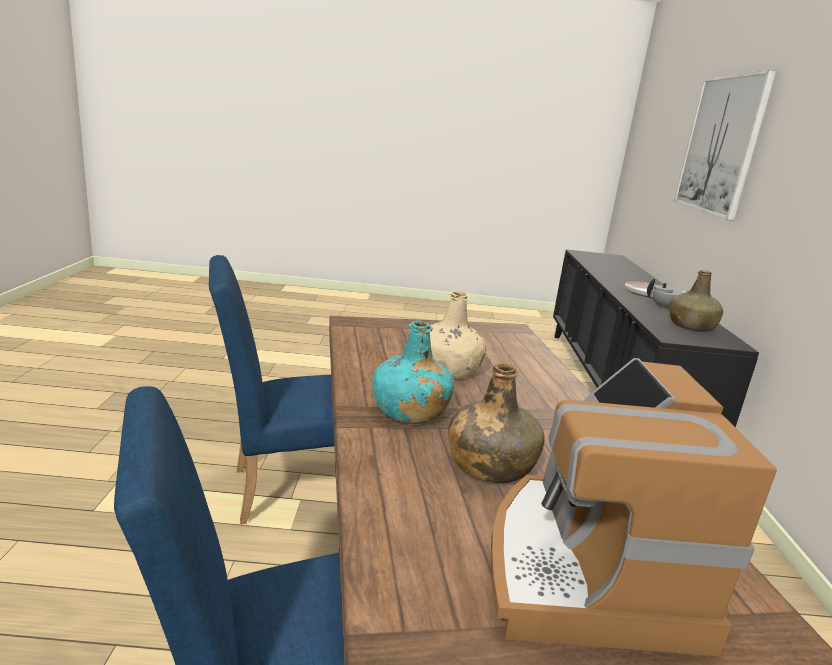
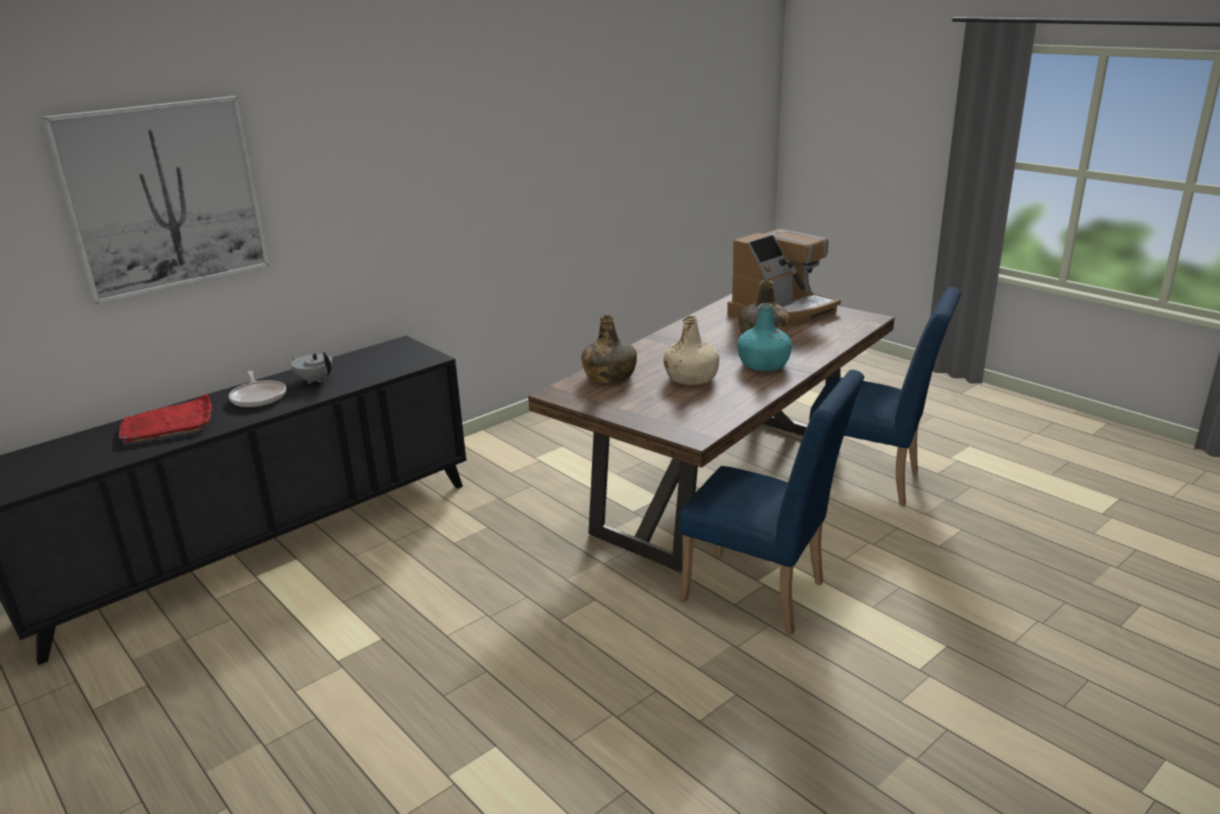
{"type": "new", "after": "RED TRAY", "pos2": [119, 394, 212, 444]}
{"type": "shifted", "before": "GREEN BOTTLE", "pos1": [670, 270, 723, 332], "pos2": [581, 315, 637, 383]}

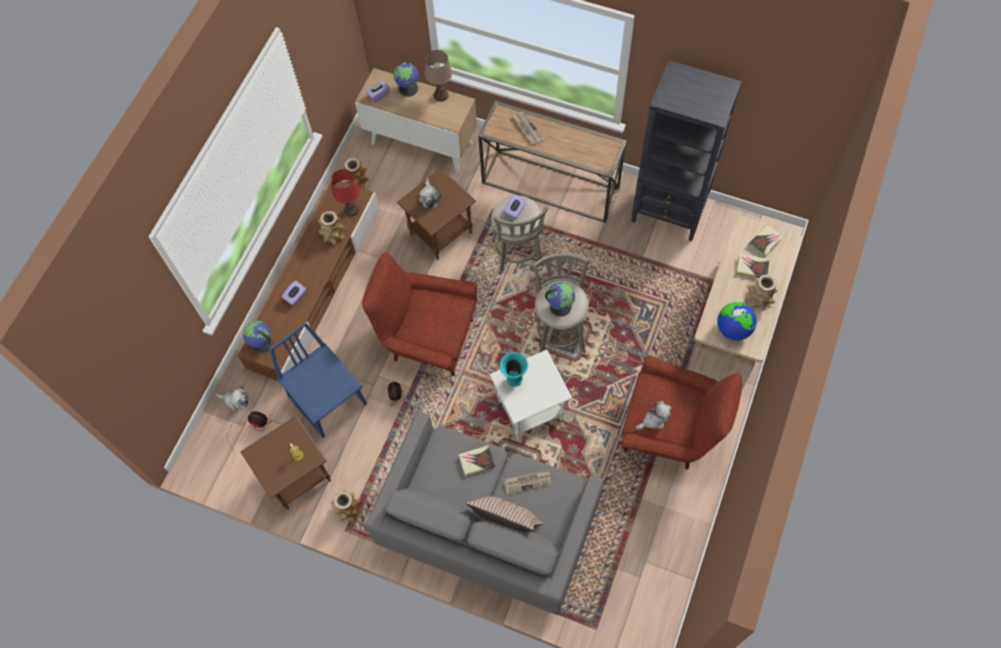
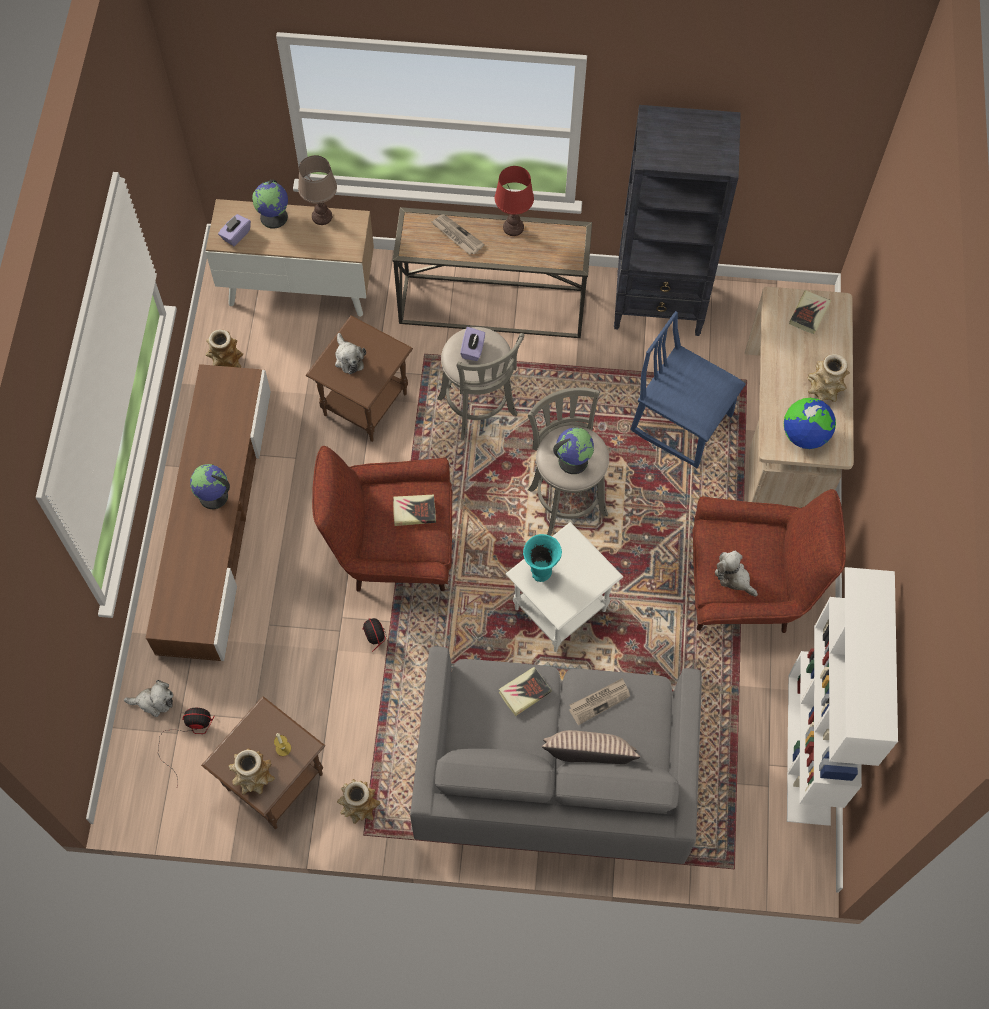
{"type": "gone", "before": "PURPLE TISSUE BOX", "pos1": [281, 280, 306, 306]}
{"type": "new", "after": "WHITE BOOKCASE", "pos2": [787, 567, 898, 826]}
{"type": "shifted", "before": "GLOBE", "pos1": [243, 321, 273, 353], "pos2": [190, 464, 230, 509]}
{"type": "shifted", "before": "BLUE CHAIR", "pos1": [270, 322, 367, 438], "pos2": [630, 311, 746, 468]}
{"type": "shifted", "before": "VASE", "pos1": [318, 211, 346, 245], "pos2": [228, 748, 275, 795]}
{"type": "shifted", "before": "RED TABLE LAMP", "pos1": [331, 169, 360, 216], "pos2": [495, 166, 534, 236]}
{"type": "shifted", "before": "BOOK", "pos1": [736, 254, 770, 278], "pos2": [393, 495, 436, 526]}
{"type": "rotated", "before": "PLUSH TOY", "pos1": [635, 401, 671, 430], "pos2": [715, 551, 758, 597], "turn": -90}

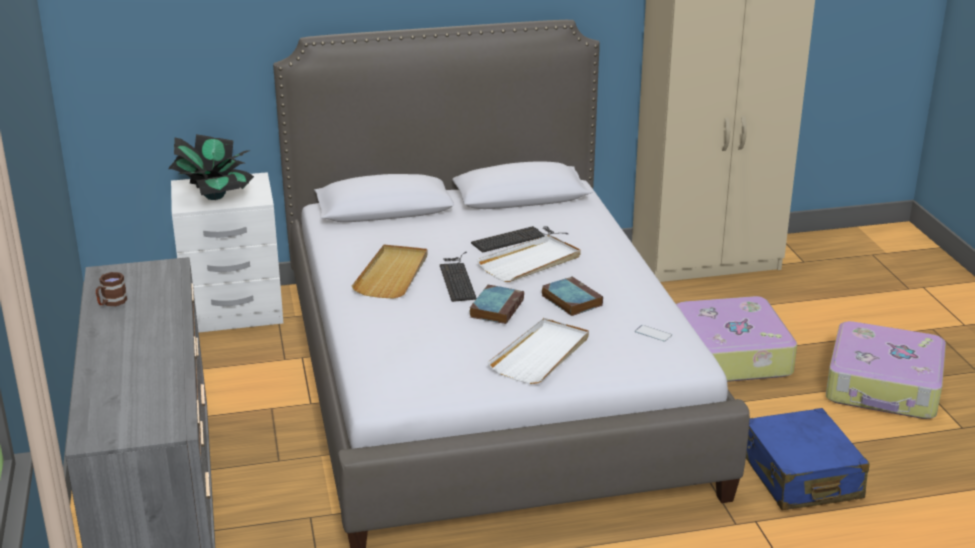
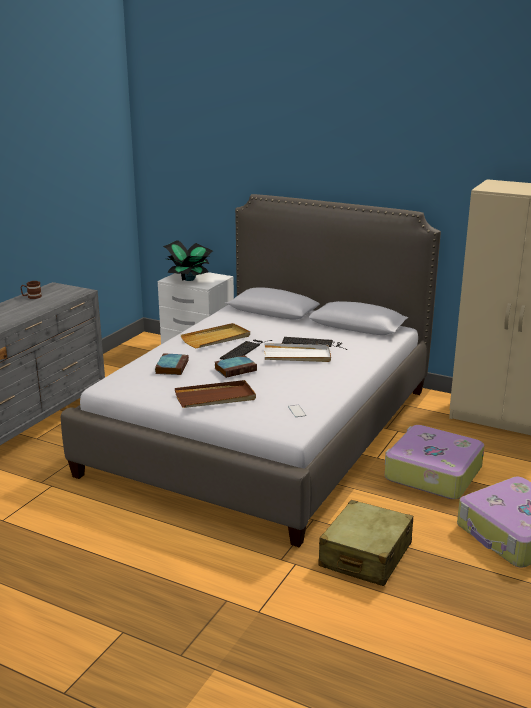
{"type": "shifted", "before": "BOOK", "pos1": [542, 276, 603, 316], "pos2": [155, 353, 189, 375]}
{"type": "repainted", "before": "WHITE TRAY", "after": "BROWN TRAY", "pos1": [488, 318, 589, 384], "pos2": [175, 380, 256, 408]}
{"type": "repainted", "before": "BLUE SUITCASE", "after": "BEIGE SUITCASE", "pos1": [746, 408, 870, 510], "pos2": [318, 500, 413, 586]}

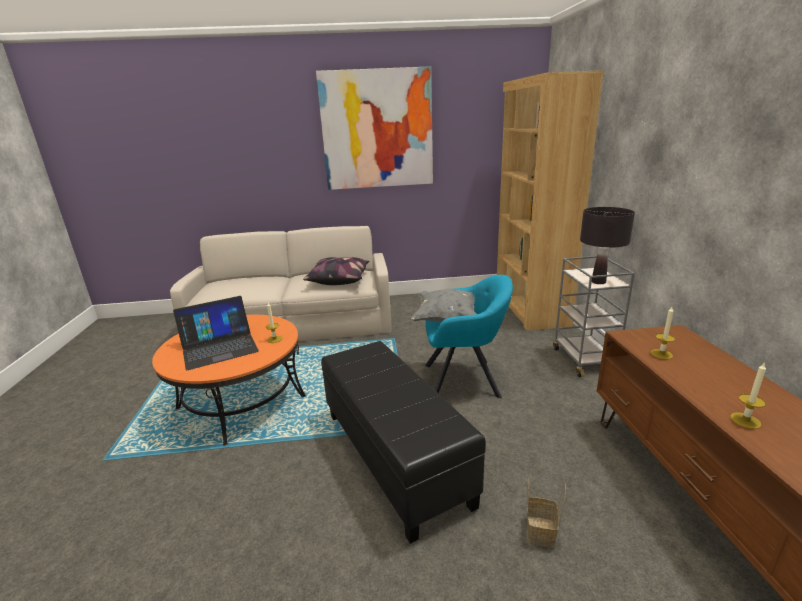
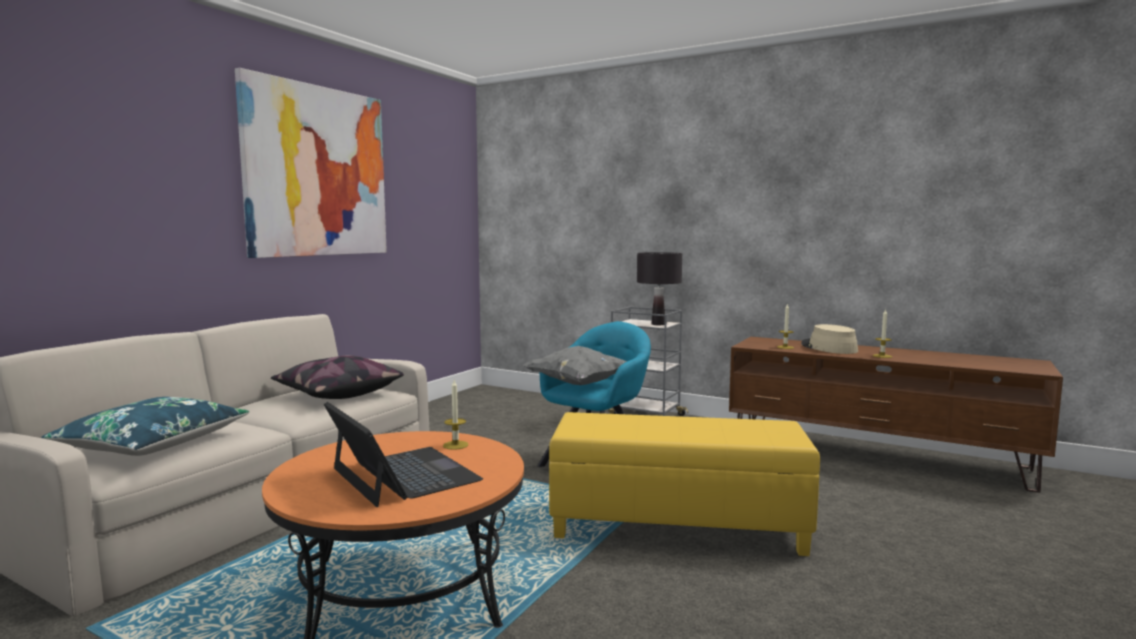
{"type": "gone", "before": "BROWN BOOKCASE", "pos1": [497, 70, 604, 331]}
{"type": "gone", "before": "BASKET", "pos1": [527, 478, 566, 548]}
{"type": "new", "after": "BLUE PILLOW", "pos2": [41, 397, 250, 456]}
{"type": "new", "after": "BEIGE HAT", "pos2": [801, 324, 858, 354]}
{"type": "repainted", "before": "BLACK OTTOMAN", "after": "YELLOW OTTOMAN", "pos1": [321, 341, 486, 544], "pos2": [549, 412, 820, 556]}
{"type": "rotated", "before": "LAPTOP", "pos1": [173, 296, 259, 371], "pos2": [324, 402, 483, 507], "turn": -45}

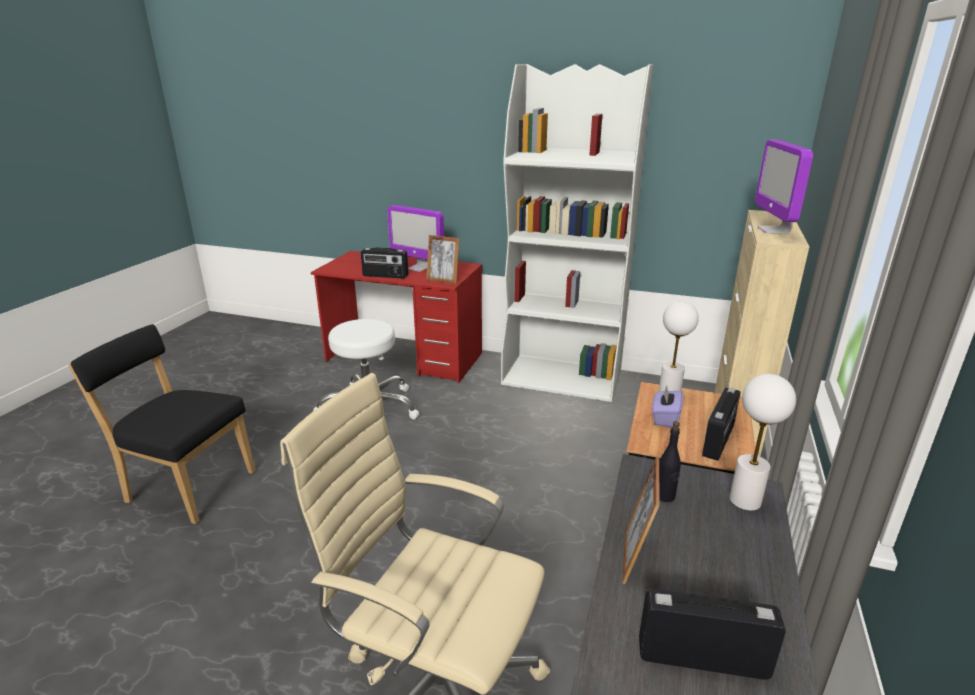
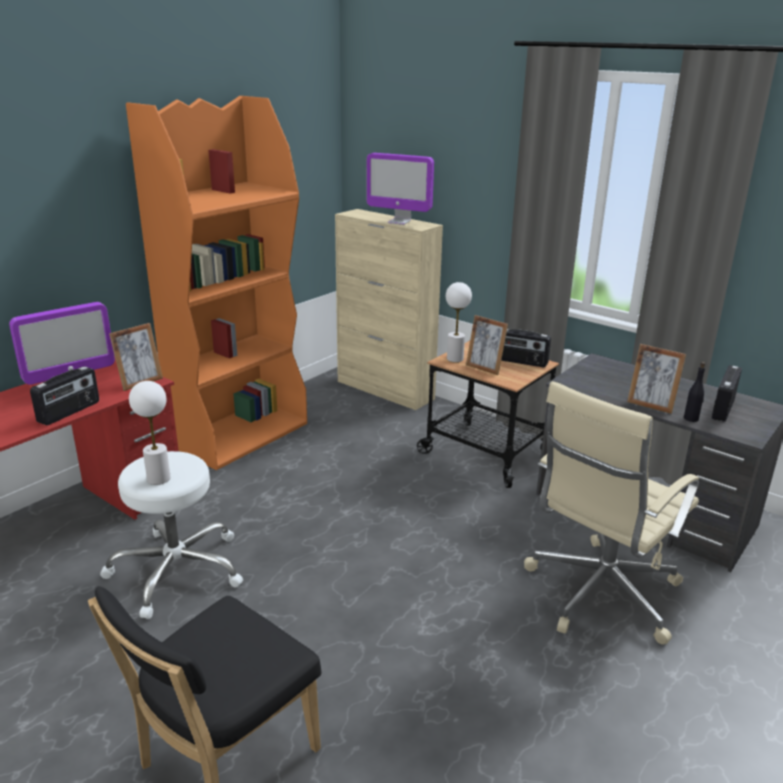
{"type": "shifted", "before": "BLACK BOTTLE", "pos1": [659, 421, 681, 502], "pos2": [684, 362, 705, 422]}
{"type": "shifted", "before": "WHITE TABLE LAMP", "pos1": [730, 374, 796, 511], "pos2": [129, 381, 171, 485]}
{"type": "swapped", "before": "PURPLE TISSUE BOX", "after": "PICTURE FRAME", "pos1": [652, 384, 684, 428], "pos2": [466, 315, 508, 375]}
{"type": "repainted", "before": "WHITE BOOKCASE", "after": "ORANGE BOOKCASE", "pos1": [501, 64, 653, 402], "pos2": [126, 96, 307, 470]}
{"type": "rotated", "before": "RADIO", "pos1": [702, 387, 741, 461], "pos2": [501, 329, 551, 367], "turn": 150}

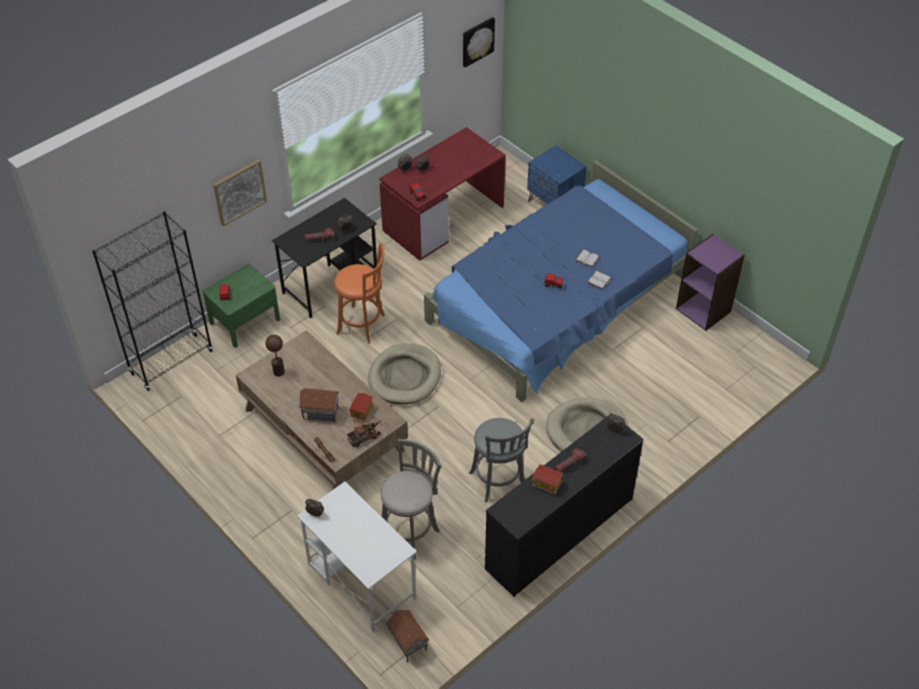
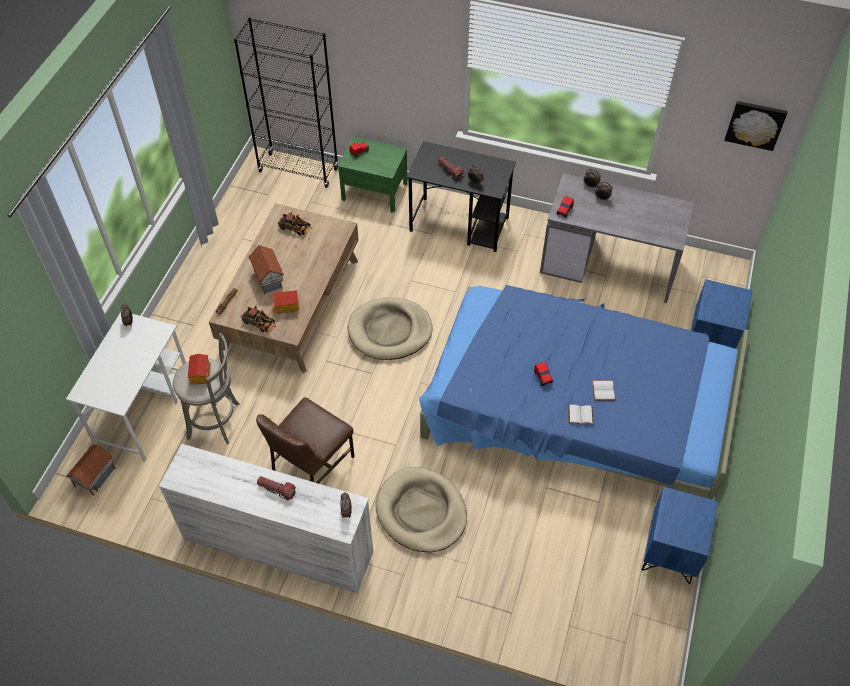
{"type": "gone", "before": "PICTURE", "pos1": [213, 159, 267, 227]}
{"type": "gone", "before": "ORANGE STOOL", "pos1": [334, 243, 385, 344]}
{"type": "shifted", "before": "TOY HOUSE", "pos1": [532, 464, 563, 494], "pos2": [188, 354, 211, 385]}
{"type": "swapped", "before": "BROWN TABLE LAMP", "after": "TOY TRUCK", "pos1": [265, 335, 285, 377], "pos2": [278, 212, 310, 236]}
{"type": "swapped", "before": "GREY STOOL", "after": "BROWN CHAIR", "pos1": [469, 418, 534, 503], "pos2": [256, 397, 355, 484]}
{"type": "swapped", "before": "PURPLE BOOKCASE", "after": "BLUE NIGHTSTAND", "pos1": [676, 234, 745, 331], "pos2": [642, 487, 718, 584]}
{"type": "repainted", "before": "RED DESK", "after": "GREY DESK", "pos1": [379, 127, 506, 261], "pos2": [540, 173, 694, 303]}
{"type": "repainted", "before": "BLACK DRESSER", "after": "WHITE DRESSER", "pos1": [485, 413, 644, 597], "pos2": [159, 444, 373, 594]}

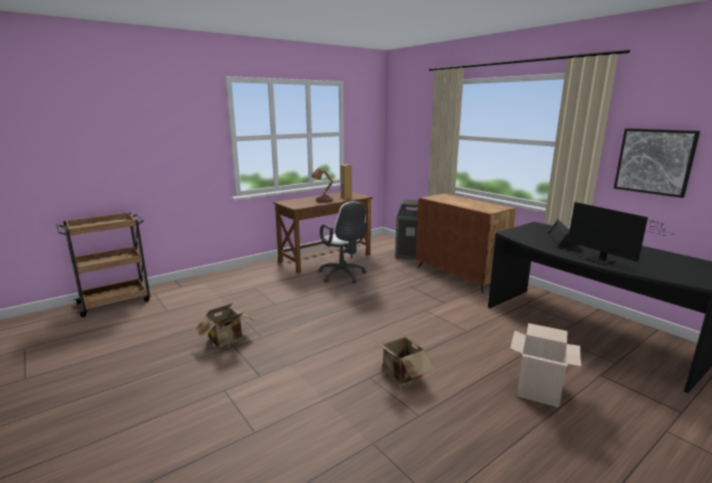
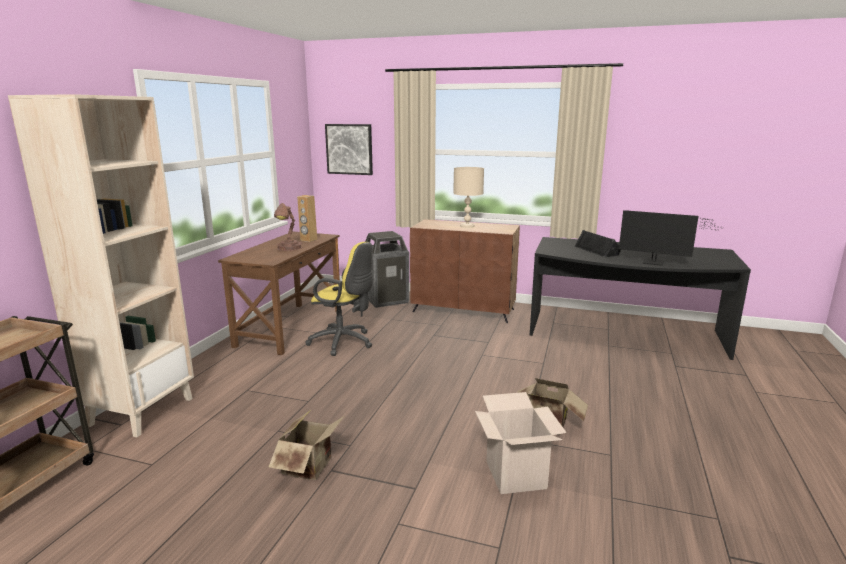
{"type": "new", "after": "BEIGE BOOKCASE", "pos2": [8, 94, 194, 437]}
{"type": "new", "after": "BEIGE TABLE LAMP", "pos2": [453, 167, 484, 228]}
{"type": "shifted", "before": "CARDBOARD BOX", "pos1": [510, 323, 581, 408], "pos2": [475, 392, 567, 494]}
{"type": "shifted", "before": "PICTURE", "pos1": [614, 128, 700, 198], "pos2": [325, 124, 373, 175]}
{"type": "repainted", "before": "WHITE OFFICE CHAIR", "after": "YELLOW OFFICE CHAIR", "pos1": [318, 202, 367, 283], "pos2": [305, 242, 373, 356]}

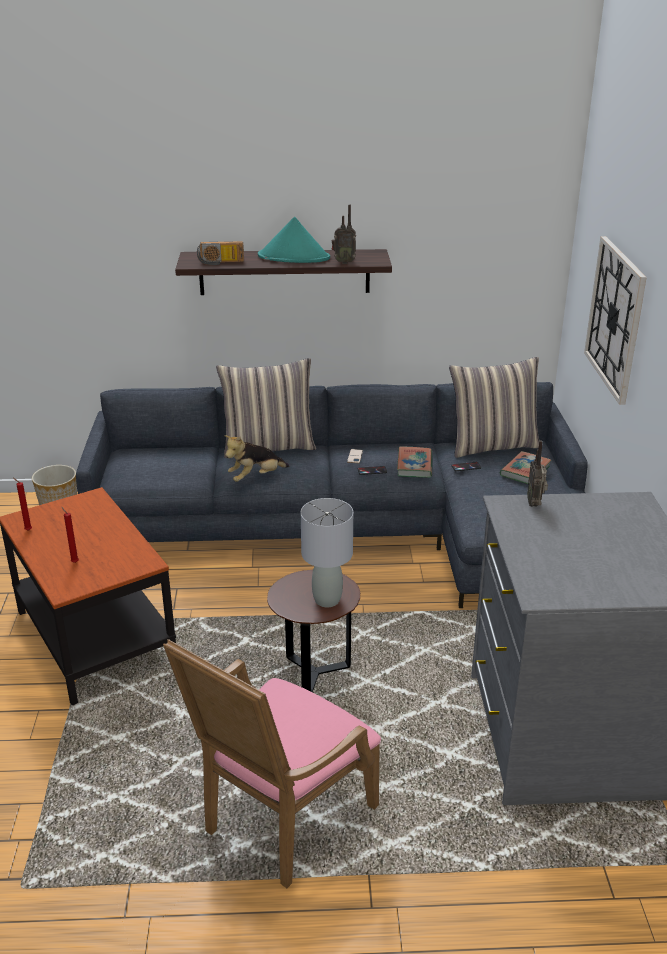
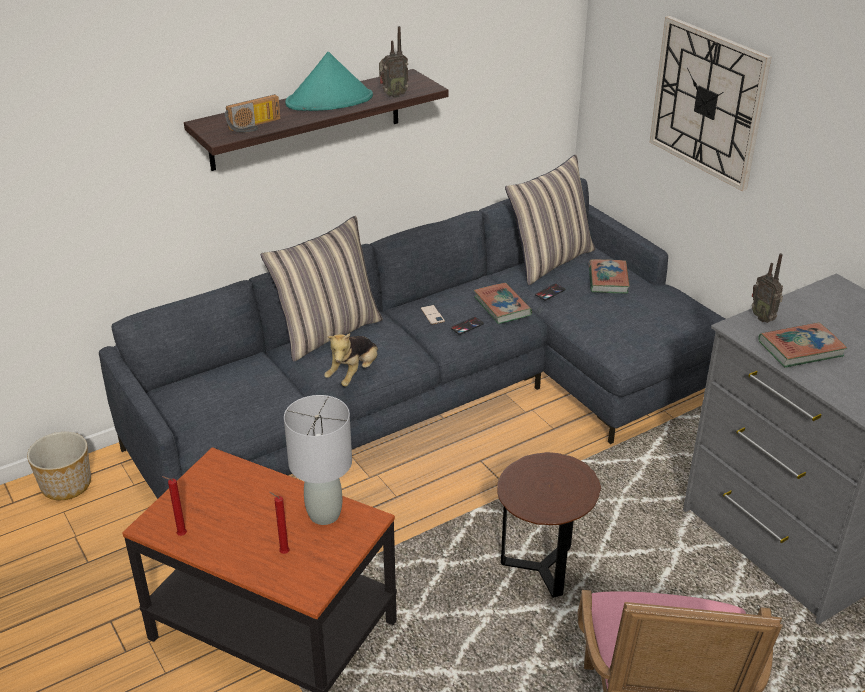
{"type": "new", "after": "BOOK", "pos2": [758, 322, 847, 368]}
{"type": "shifted", "before": "GREY TABLE LAMP", "pos1": [301, 498, 353, 607], "pos2": [284, 395, 352, 525]}

